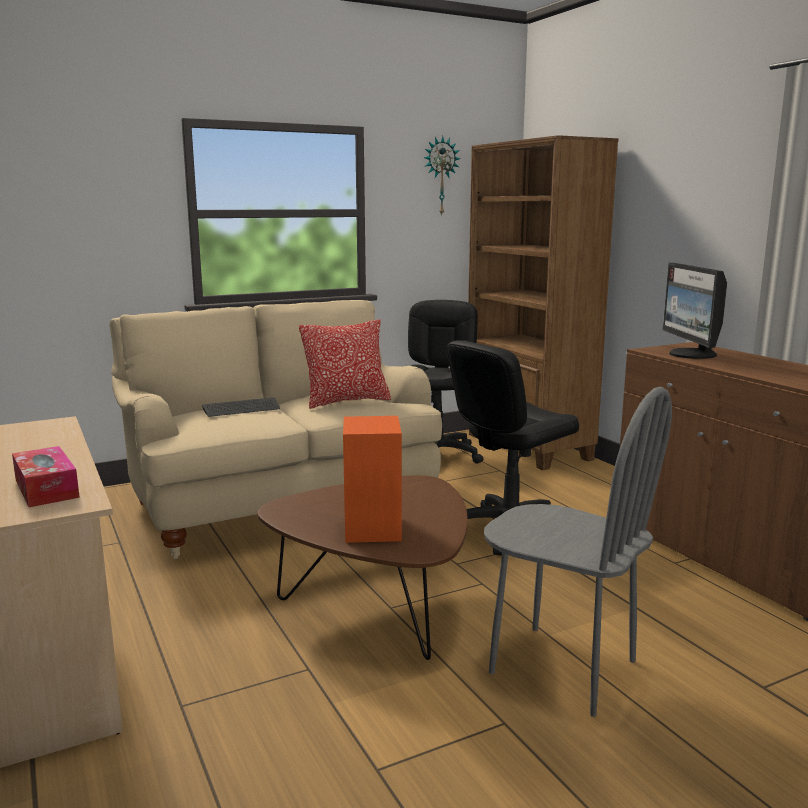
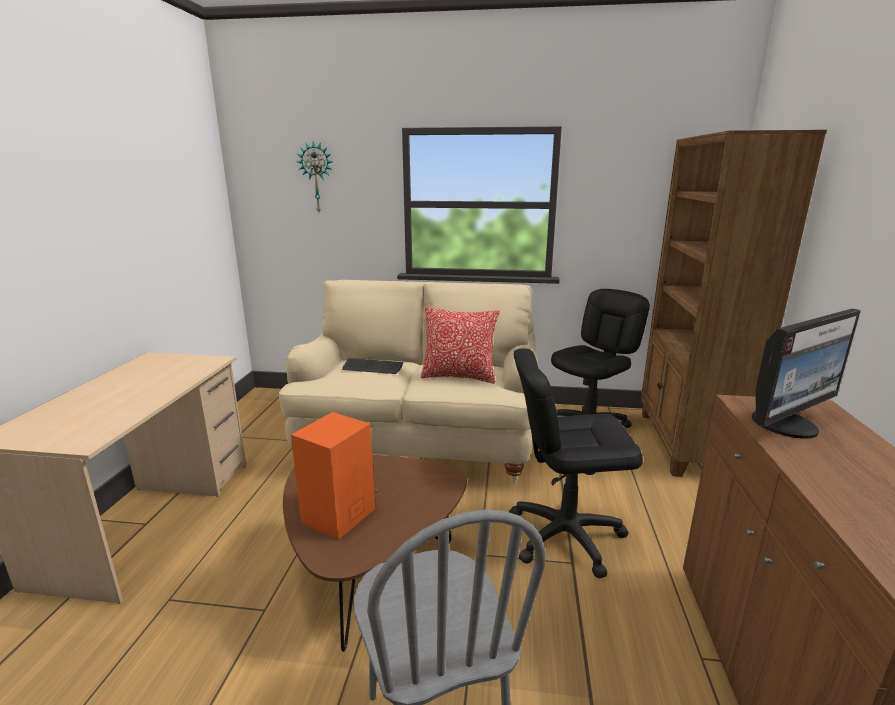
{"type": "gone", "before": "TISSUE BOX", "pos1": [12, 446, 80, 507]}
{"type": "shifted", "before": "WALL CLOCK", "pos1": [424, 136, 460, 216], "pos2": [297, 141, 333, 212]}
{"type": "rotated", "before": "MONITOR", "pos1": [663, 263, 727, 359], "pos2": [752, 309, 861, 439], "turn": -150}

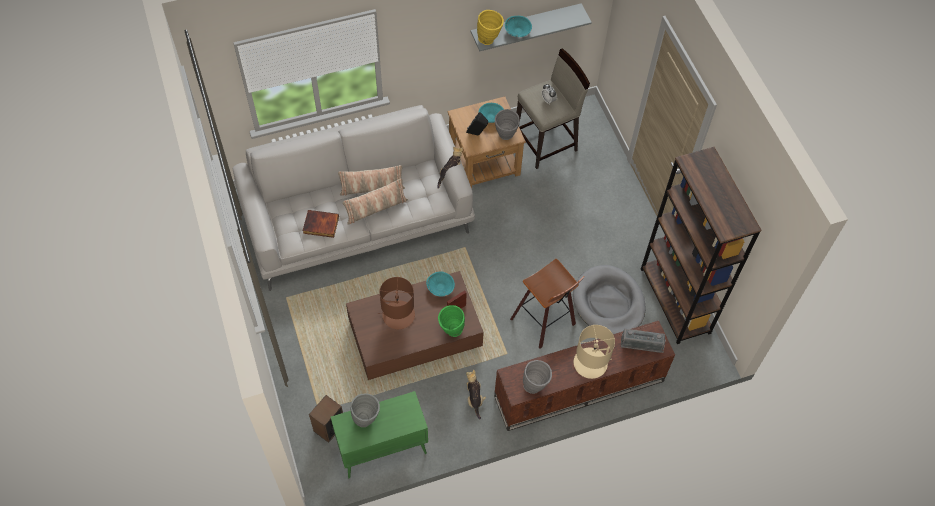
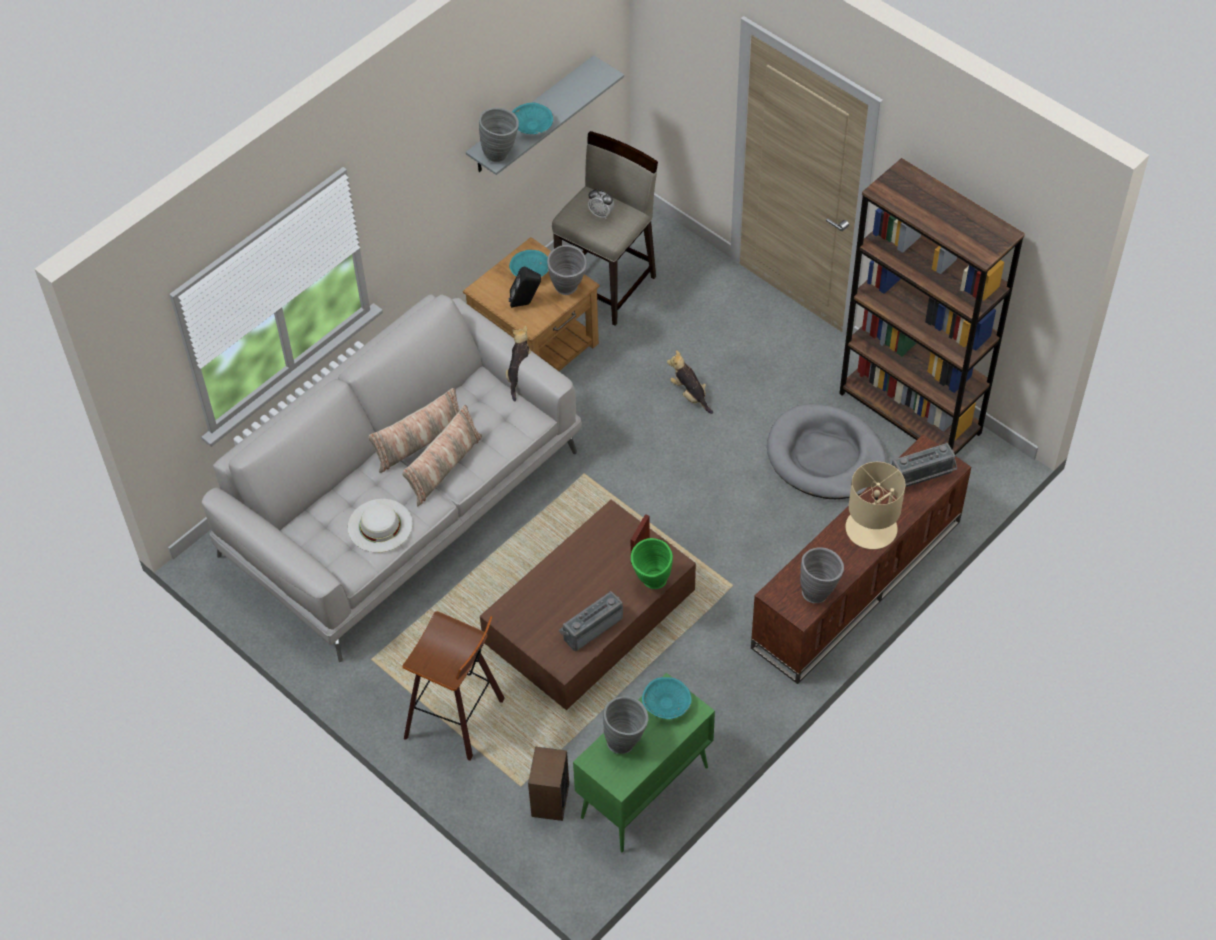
{"type": "gone", "before": "BROWN TABLE LAMP", "pos1": [378, 277, 415, 329]}
{"type": "new", "after": "RADIO", "pos2": [559, 591, 623, 651]}
{"type": "shifted", "before": "TURQUOISE BOWL", "pos1": [426, 271, 455, 296], "pos2": [642, 677, 692, 719]}
{"type": "shifted", "before": "PLUSH TOY", "pos1": [466, 369, 486, 419], "pos2": [667, 350, 713, 414]}
{"type": "shifted", "before": "STOOL", "pos1": [510, 259, 584, 349], "pos2": [402, 611, 505, 761]}
{"type": "swapped", "before": "BOOK", "after": "WHITE HAT", "pos1": [303, 210, 339, 238], "pos2": [348, 499, 413, 553]}
{"type": "repainted", "before": "YELLOW VASE", "after": "GREY VASE", "pos1": [477, 10, 504, 45], "pos2": [479, 108, 519, 163]}

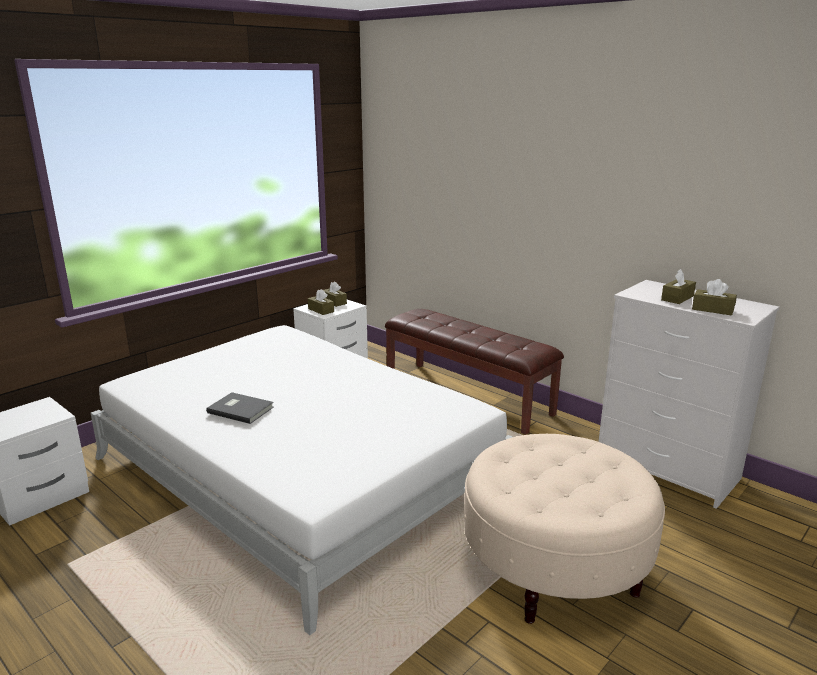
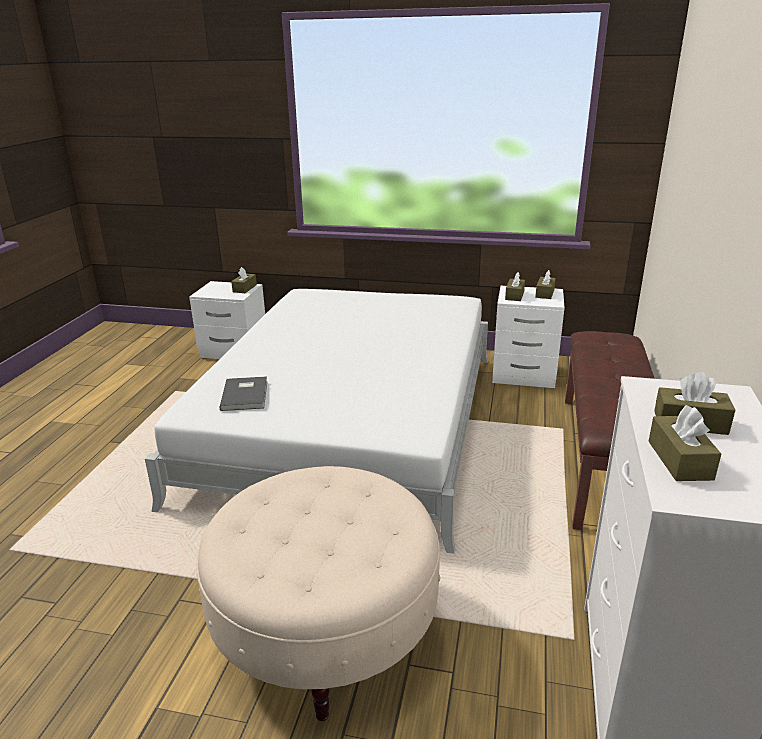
{"type": "new", "after": "BROWN TISSUE BOX", "pos2": [231, 267, 257, 293]}
{"type": "shifted", "before": "GREY BOOK", "pos1": [206, 392, 274, 424], "pos2": [219, 376, 267, 411]}

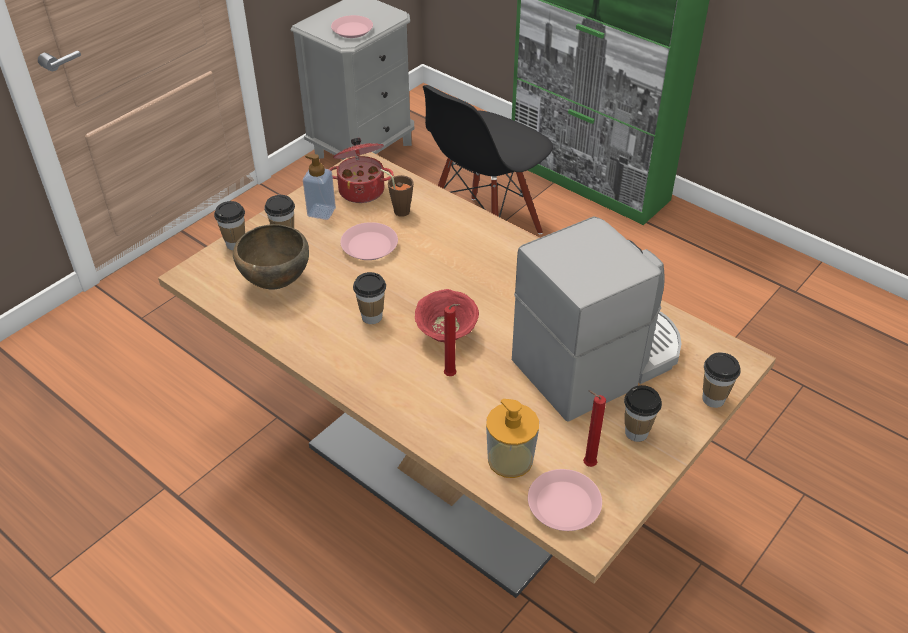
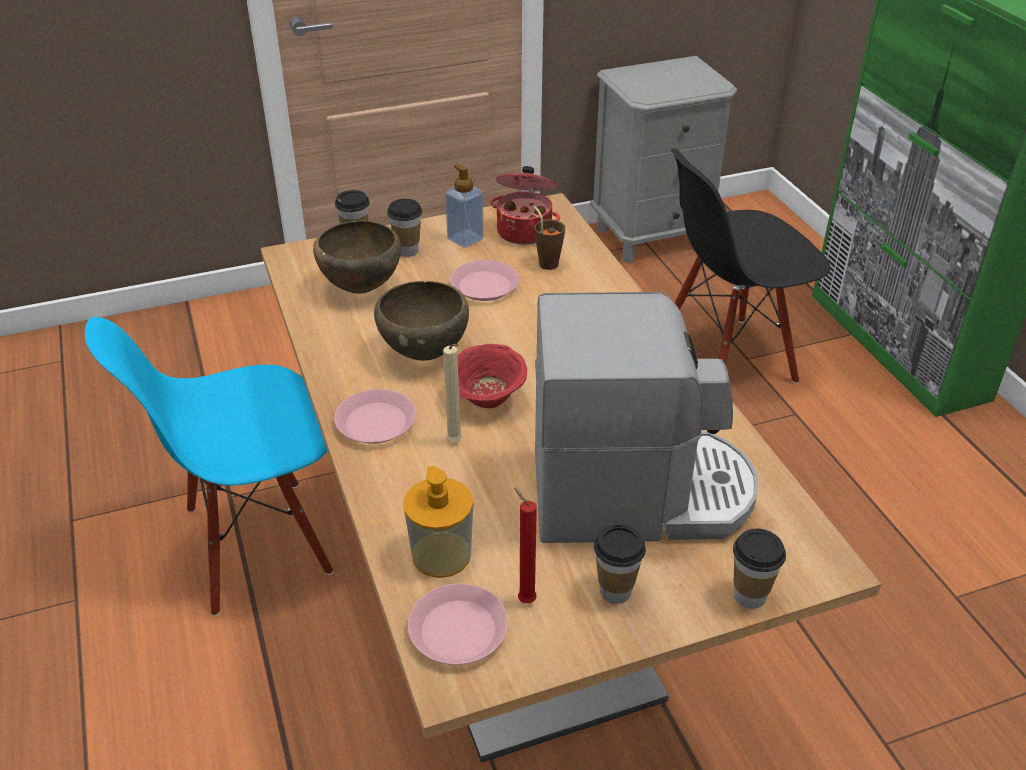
{"type": "new", "after": "BLUE CHAIR", "pos2": [85, 317, 333, 616]}
{"type": "shifted", "before": "PINK PLATE", "pos1": [331, 15, 373, 38], "pos2": [334, 389, 416, 444]}
{"type": "swapped", "before": "CUP", "after": "BROWN BOWL", "pos1": [353, 272, 386, 324], "pos2": [374, 281, 469, 361]}
{"type": "repainted", "before": "RED CANDLE", "after": "BEIGE CANDLE", "pos1": [444, 304, 460, 376], "pos2": [443, 344, 462, 442]}

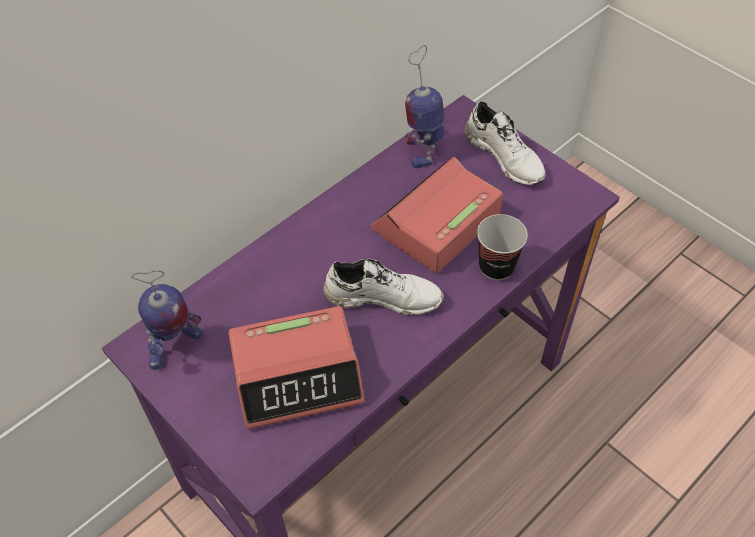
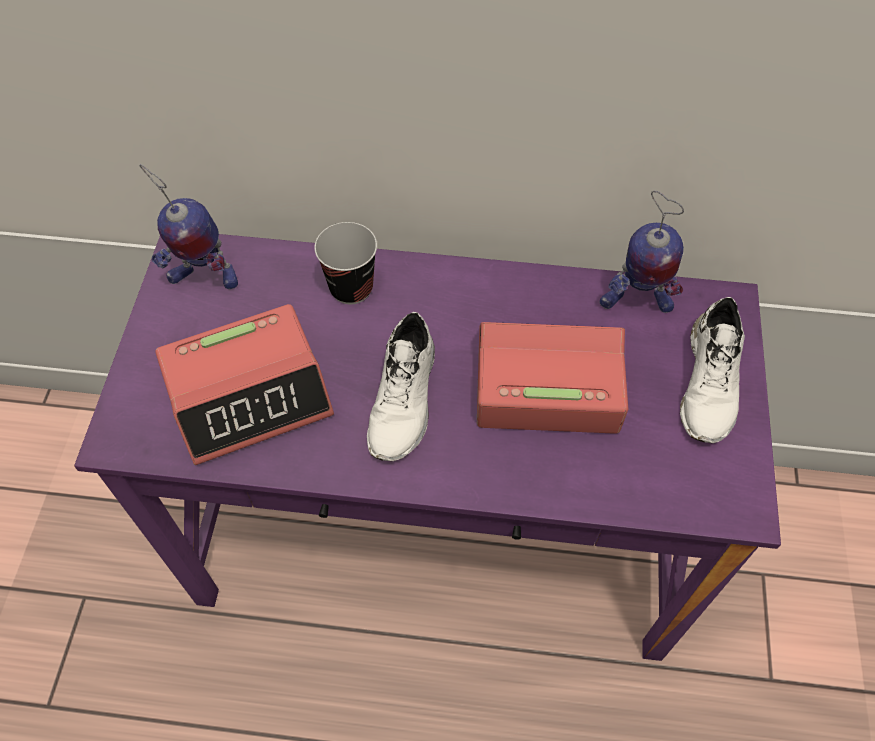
{"type": "shifted", "before": "CUP", "pos1": [477, 214, 528, 280], "pos2": [314, 222, 377, 304]}
{"type": "rotated", "before": "ALARM CLOCK", "pos1": [228, 306, 365, 429], "pos2": [155, 304, 334, 465], "turn": -60}
{"type": "rotated", "before": "WHITE SHOE", "pos1": [323, 259, 443, 315], "pos2": [367, 312, 435, 461], "turn": 45}
{"type": "rotated", "before": "TOY ROBOT", "pos1": [405, 45, 445, 168], "pos2": [599, 191, 684, 313], "turn": -150}

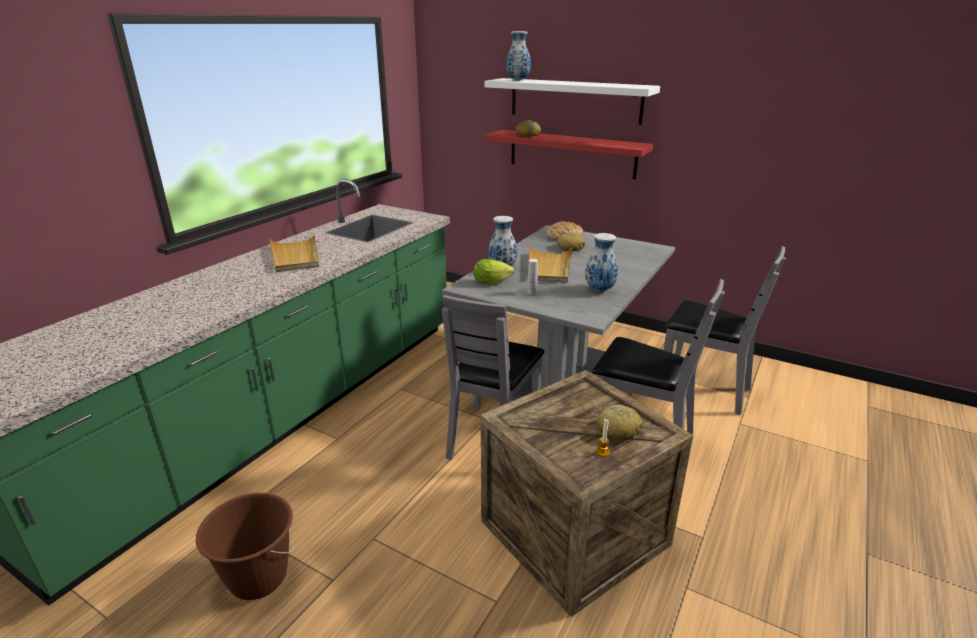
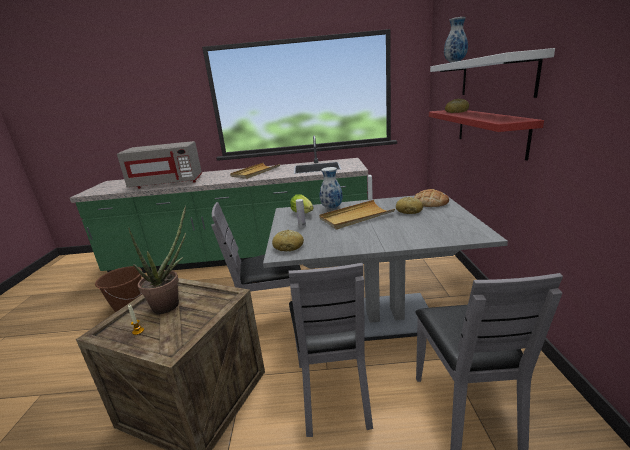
{"type": "gone", "before": "VASE", "pos1": [585, 233, 618, 292]}
{"type": "new", "after": "GREY MICROWAVE", "pos2": [117, 141, 202, 189]}
{"type": "new", "after": "POTTED PLANT", "pos2": [128, 205, 186, 314]}
{"type": "shifted", "before": "BREAD", "pos1": [597, 405, 643, 440], "pos2": [272, 229, 304, 251]}

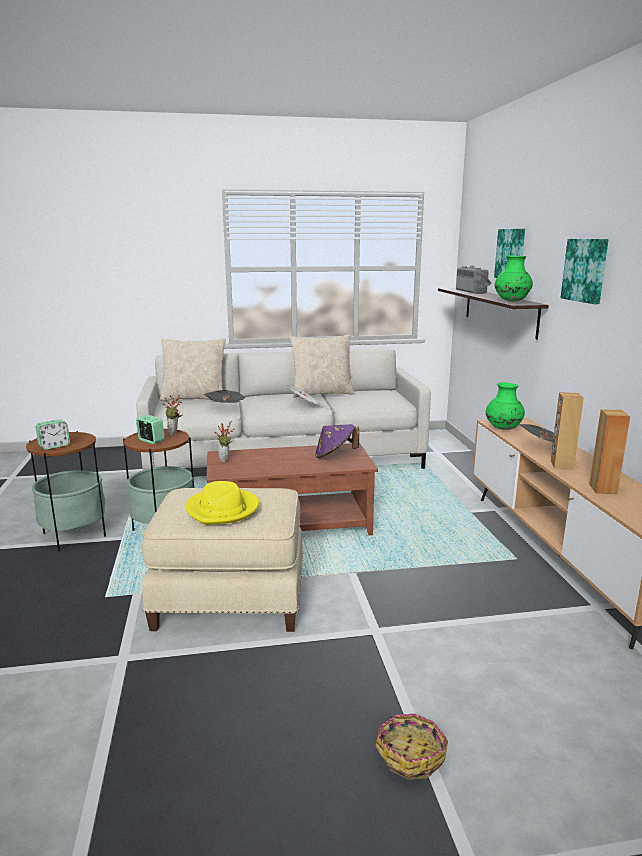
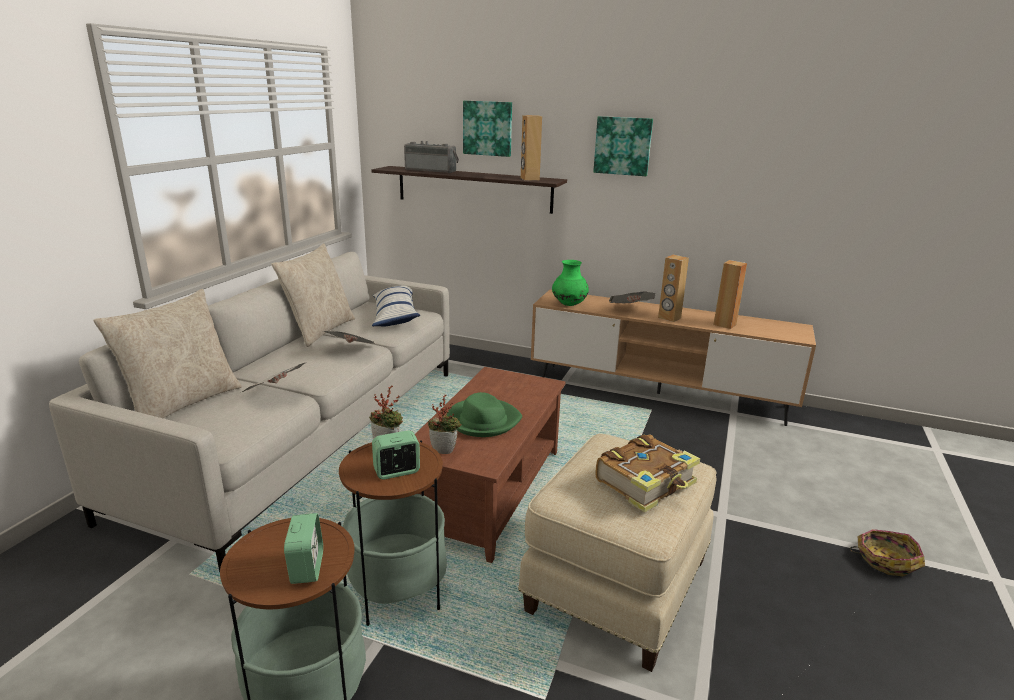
{"type": "gone", "before": "PURPLE HAT", "pos1": [315, 424, 359, 458]}
{"type": "new", "after": "PILLOW", "pos2": [372, 286, 420, 327]}
{"type": "new", "after": "GREEN HAT", "pos2": [447, 392, 522, 437]}
{"type": "swapped", "before": "YELLOW HAT", "after": "BOOK", "pos1": [186, 481, 259, 525], "pos2": [596, 434, 700, 513]}
{"type": "swapped", "before": "GREEN VASE", "after": "BROWN SPEAKER", "pos1": [495, 255, 533, 302], "pos2": [521, 115, 542, 181]}

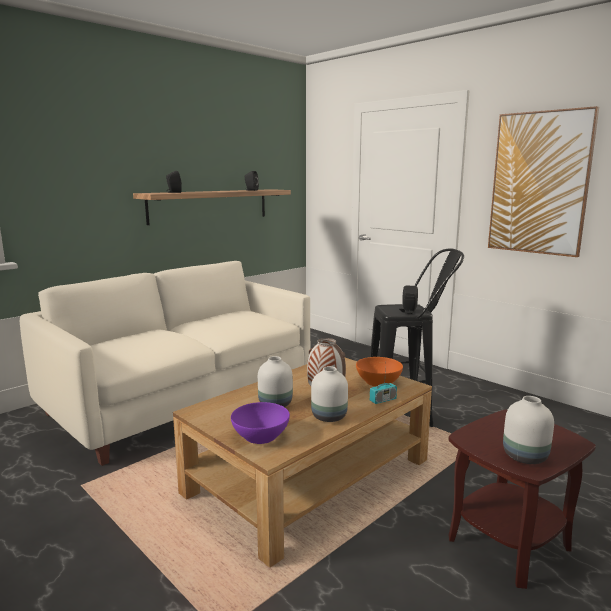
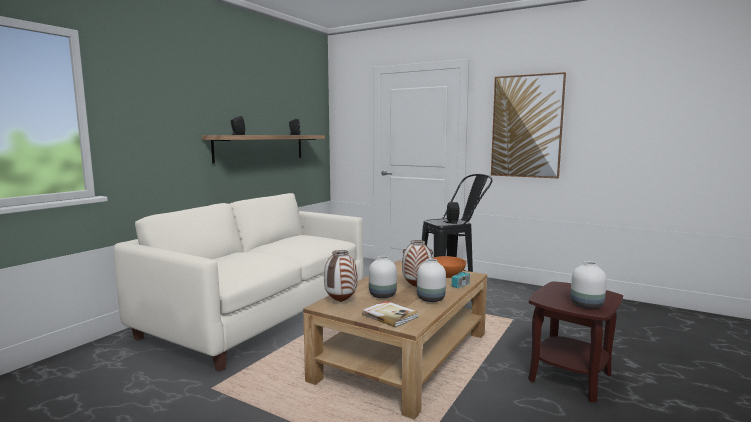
{"type": "new", "after": "VASE", "pos2": [324, 250, 358, 302]}
{"type": "swapped", "before": "PURPLE BOWL", "after": "BOOK", "pos1": [231, 402, 290, 444], "pos2": [362, 301, 418, 328]}

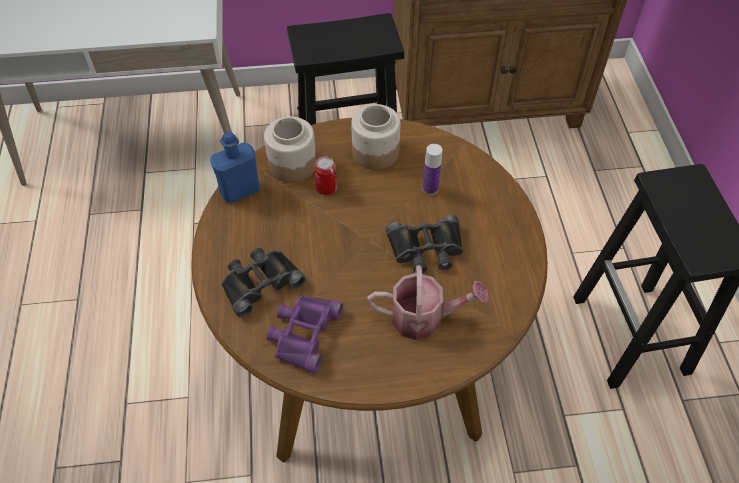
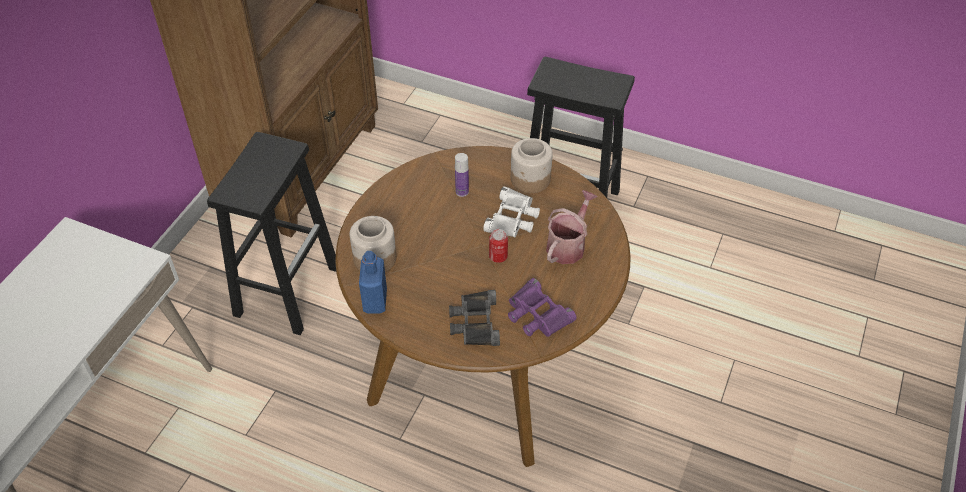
{"type": "shifted", "before": "CAN", "pos1": [314, 156, 337, 195], "pos2": [489, 229, 508, 263]}
{"type": "shifted", "before": "JAR", "pos1": [351, 104, 401, 170], "pos2": [511, 138, 553, 193]}
{"type": "repainted", "before": "BLACK BINOCULARS", "after": "WHITE BINOCULARS", "pos1": [386, 215, 463, 273], "pos2": [483, 186, 540, 237]}

